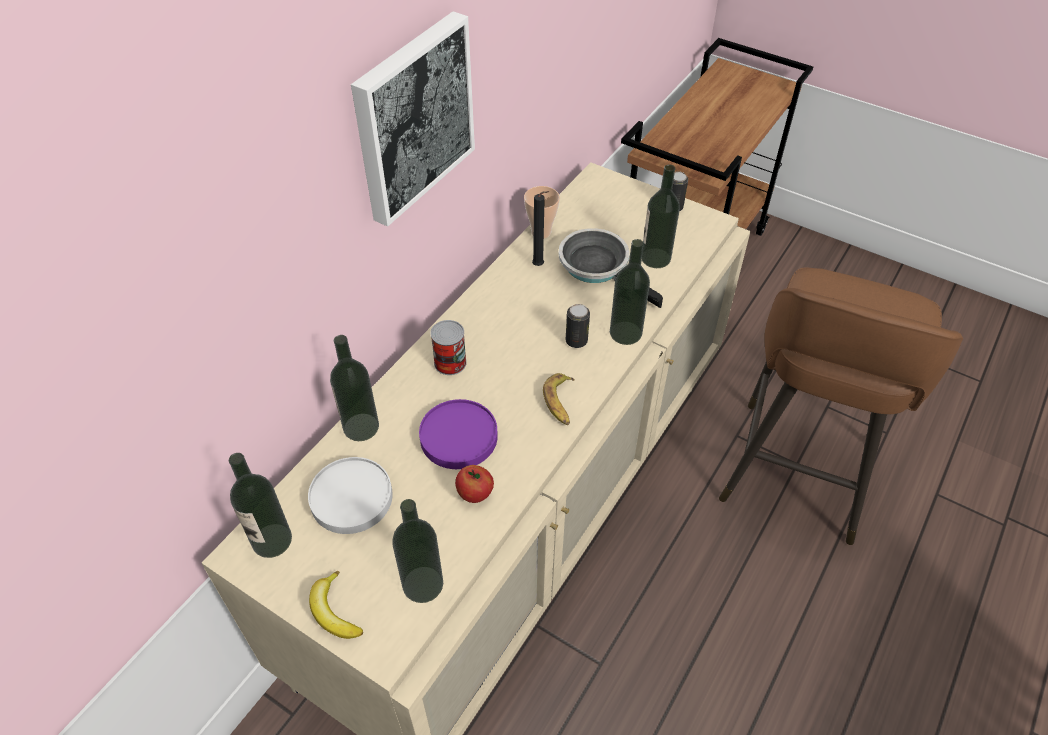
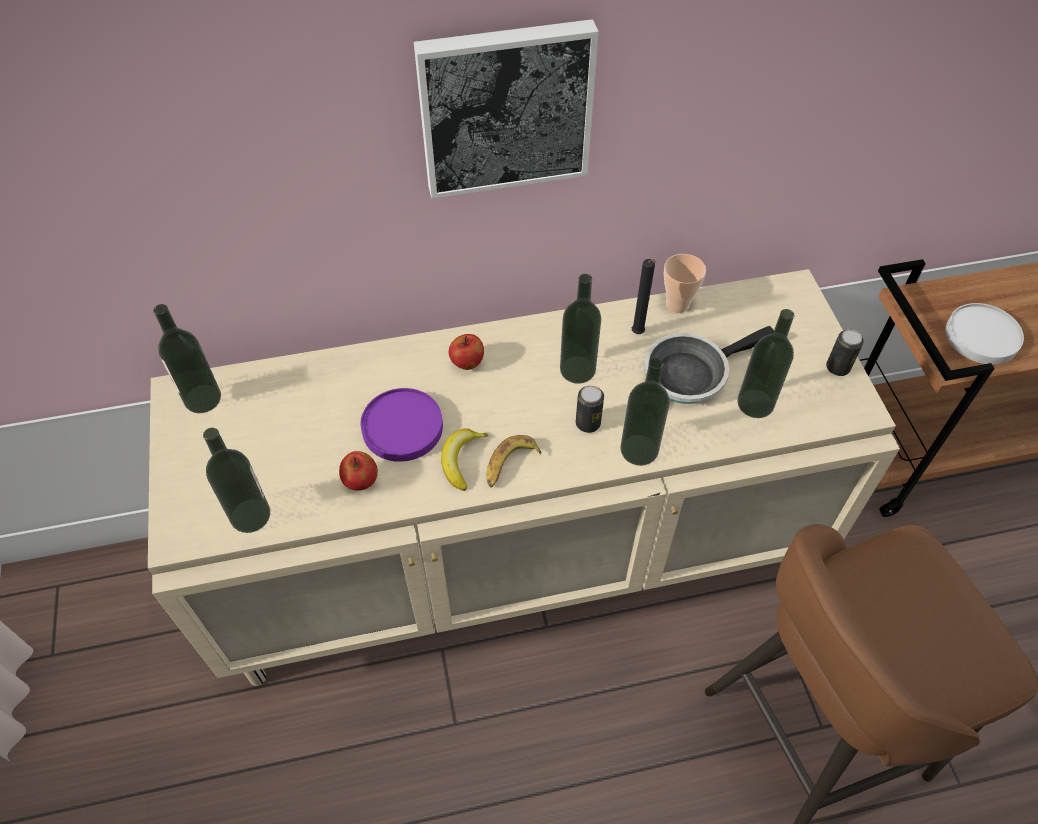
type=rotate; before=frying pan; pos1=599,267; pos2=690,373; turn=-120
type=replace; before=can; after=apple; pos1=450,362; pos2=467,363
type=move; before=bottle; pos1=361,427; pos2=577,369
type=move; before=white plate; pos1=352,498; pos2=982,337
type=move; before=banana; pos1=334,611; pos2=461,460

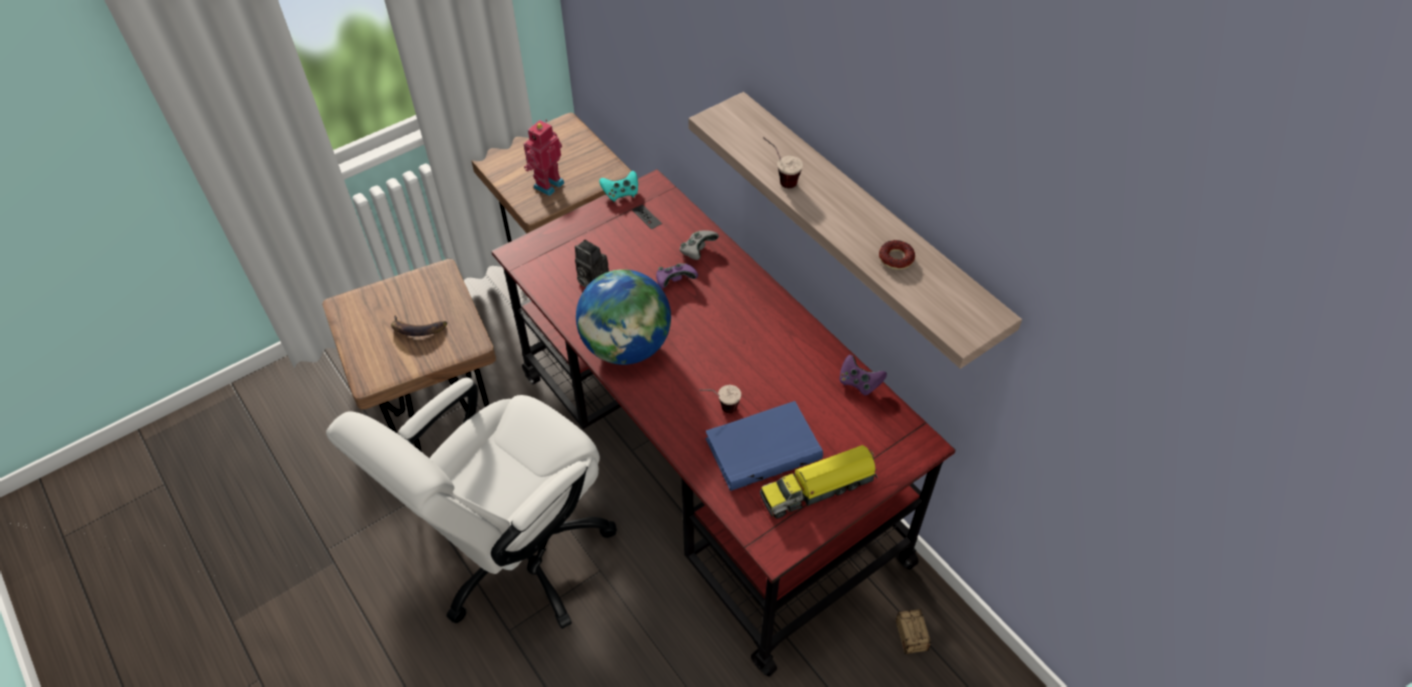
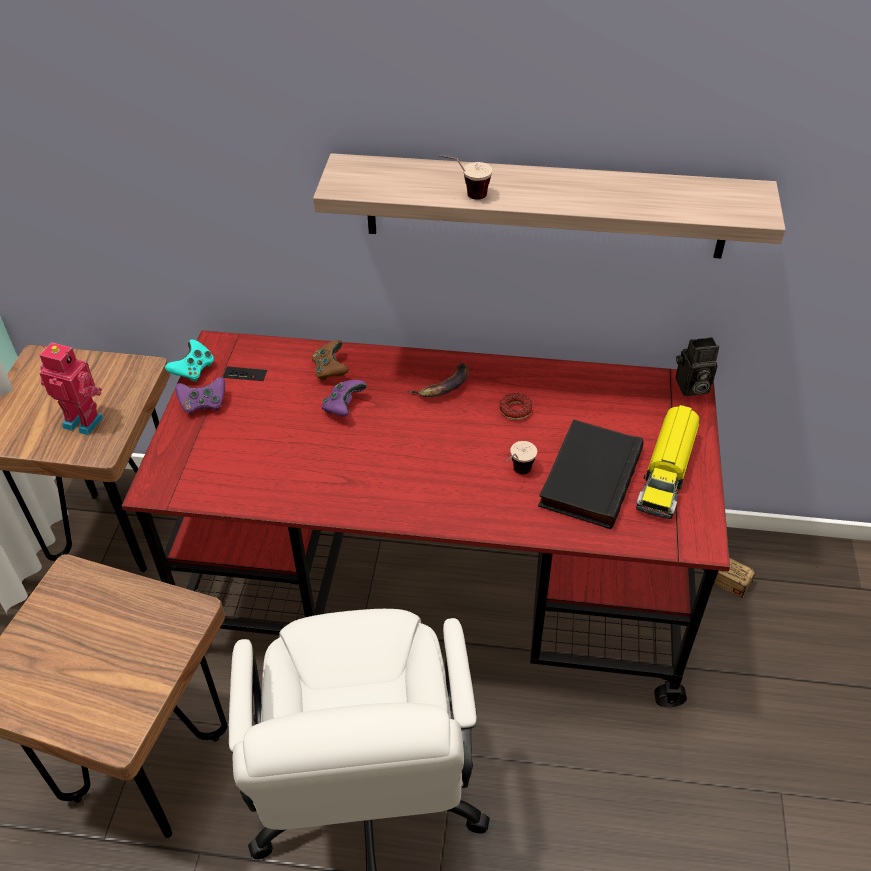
type=rotate; before=toy robot; pos1=547,184; pos2=84,420; turn=120
type=recolor; before=grey game controller; after=brown game controller; pos1=697,251; pos2=330,370
type=move; before=photo camera; pos1=591,281; pos2=691,387
type=move; before=donut; pos1=896,258; pos2=515,410
type=delete; before=globe; pos1=626,347
type=move; before=banana; pos1=417,329; pos2=444,386
type=move; before=purple game controller; pos1=859,383; pos2=203,404
type=recolor; before=blue book; after=black book; pos1=762,447; pos2=588,476

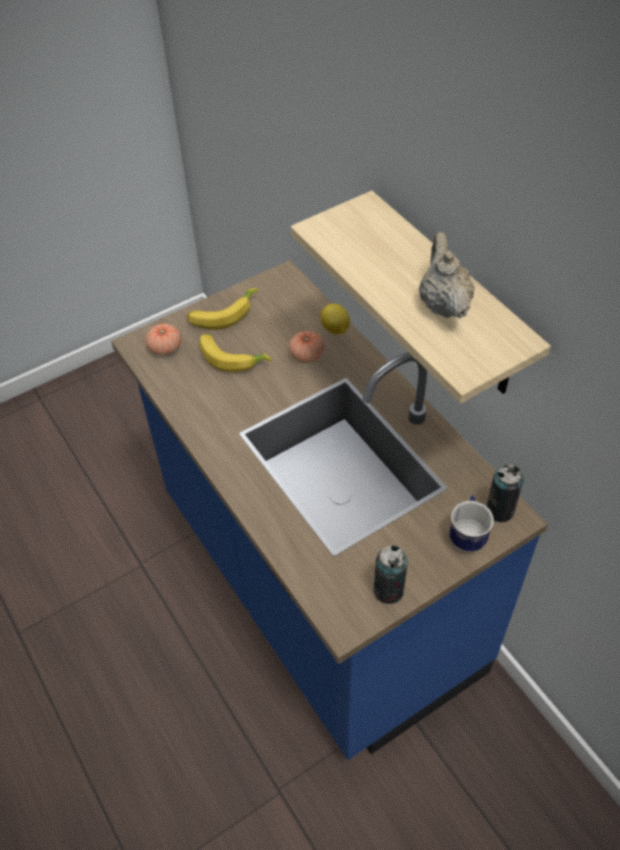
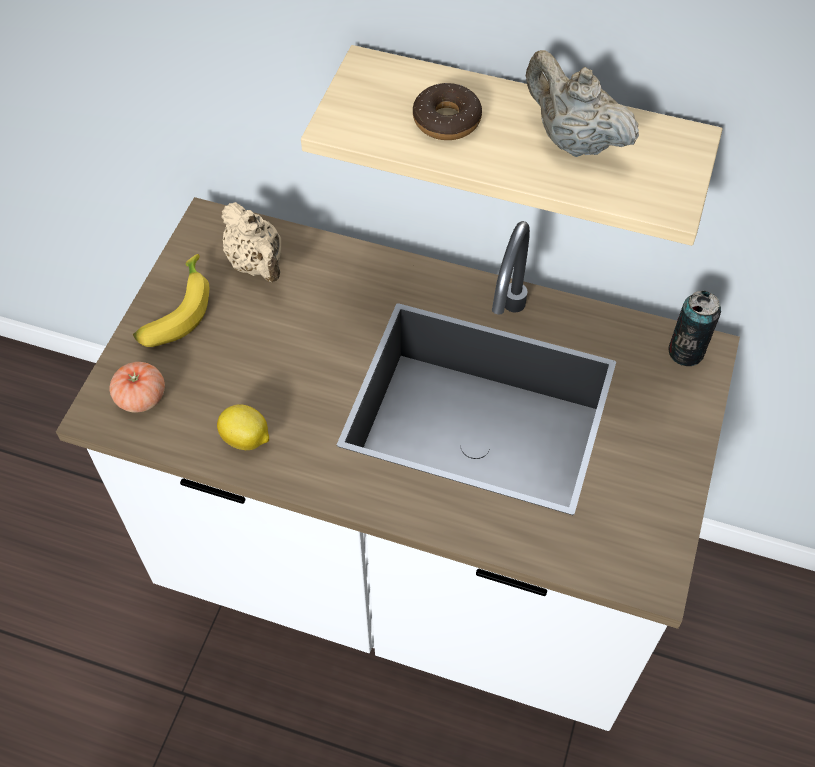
type=recolor; before=blue counter; after=white counter; pos1=315,586; pos2=407,574
type=move; before=lemon; pos1=335,329; pos2=246,439
type=delete; before=tomato; pos1=307,355
type=delete; before=banana; pos1=232,357
type=delete; before=mug; pos1=467,535
type=delete; before=can; pos1=388,590
type=insert; after=donut; pos2=446,120
type=insert; after=beige teapot; pos2=257,264

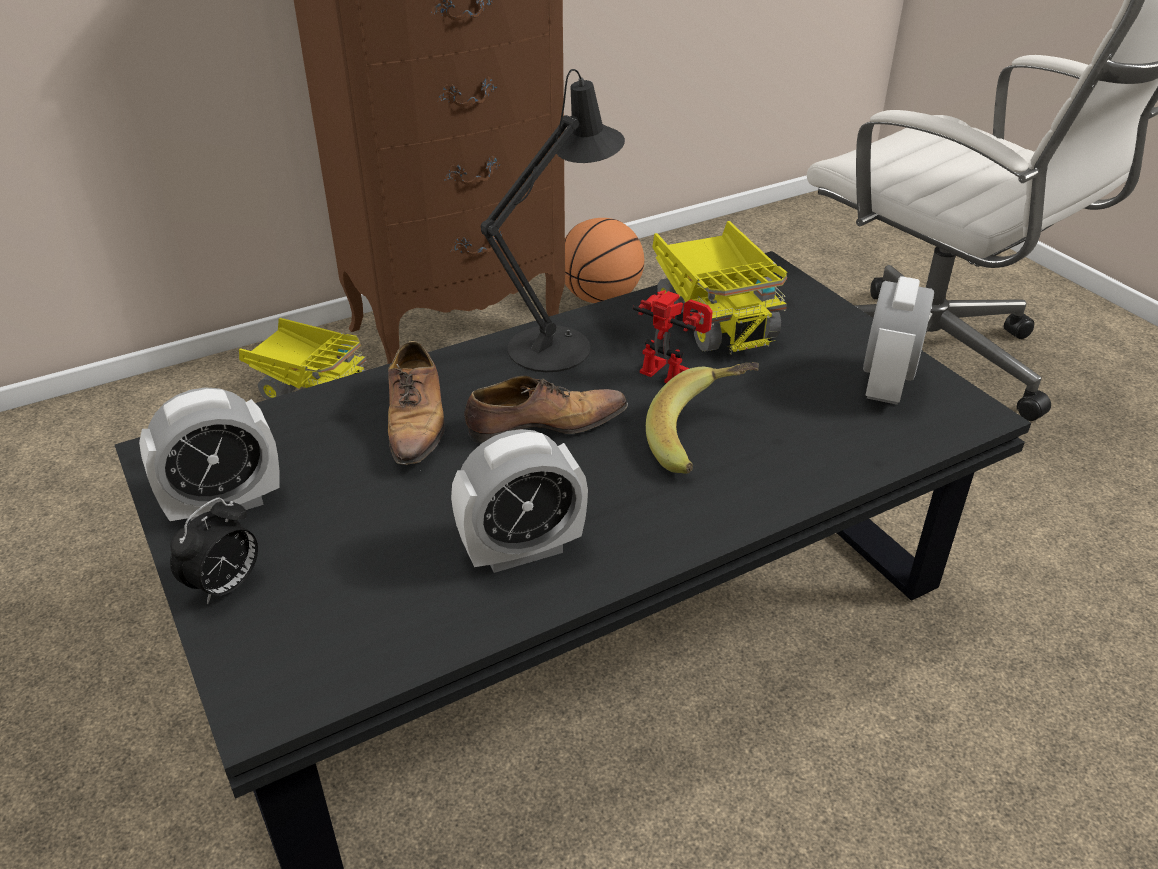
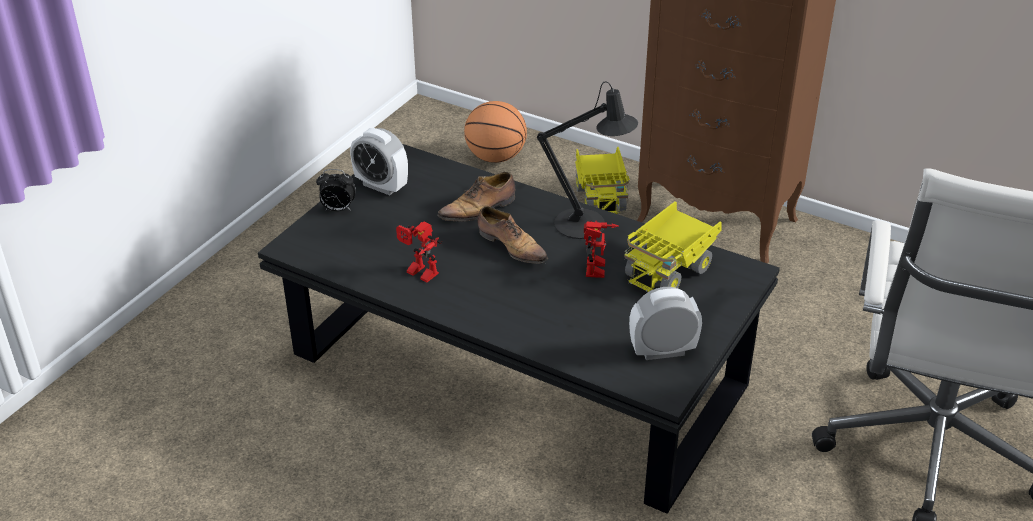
type=move; before=basketball; pos1=600,298; pos2=496,158
type=delete; before=banana; pos1=703,439
type=replace; before=alarm clock; after=toy robot; pos1=522,550; pos2=418,274

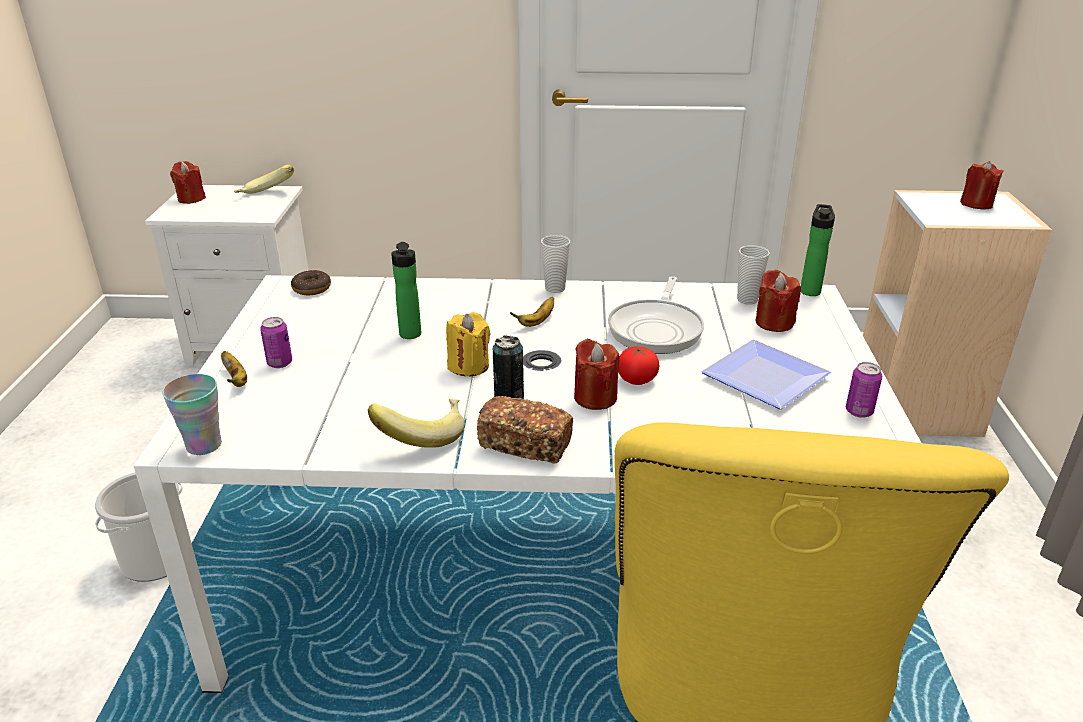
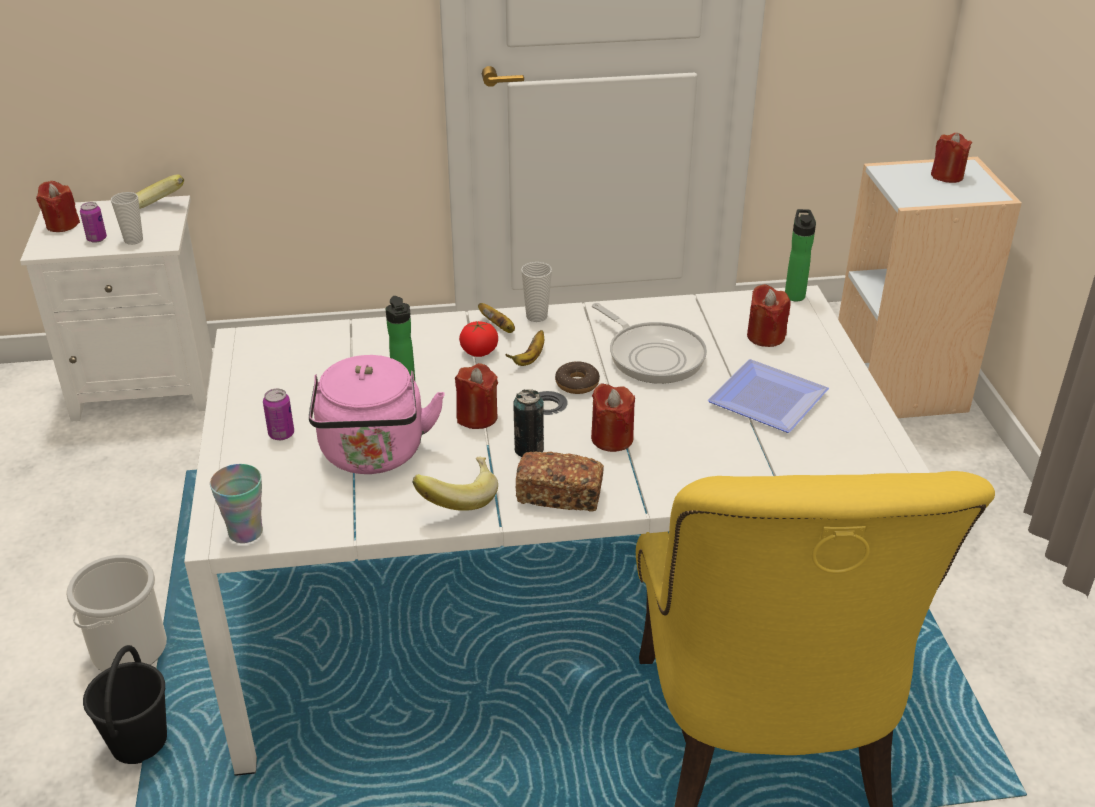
type=move; before=cup; pos1=747,300; pos2=133,240
type=move; before=donut; pos1=311,288; pos2=577,383
type=rotate; before=frying pan; pos1=657,329; pos2=652,355; turn=-45
type=recolor; before=yellow candle; after=red candle; pos1=468,366; pos2=477,417
type=move; before=tomato; pos1=637,380; pos2=479,352
type=move; before=banana; pos1=236,379; pos2=499,327
type=move; before=can; pos1=859,411; pos2=97,239
type=insert; after=pink kettle; pos2=373,455
type=insert; after=black bucket; pos2=139,740

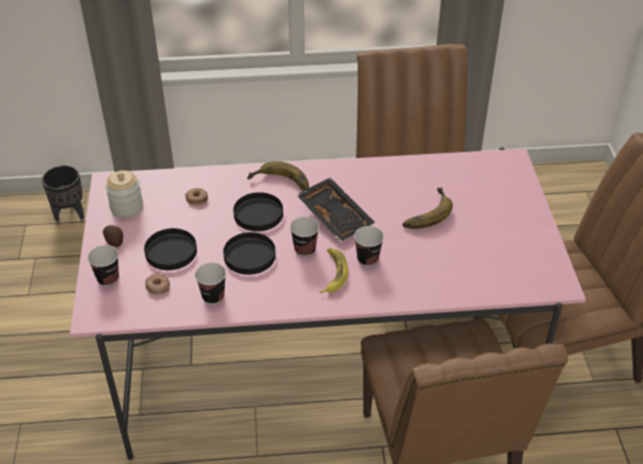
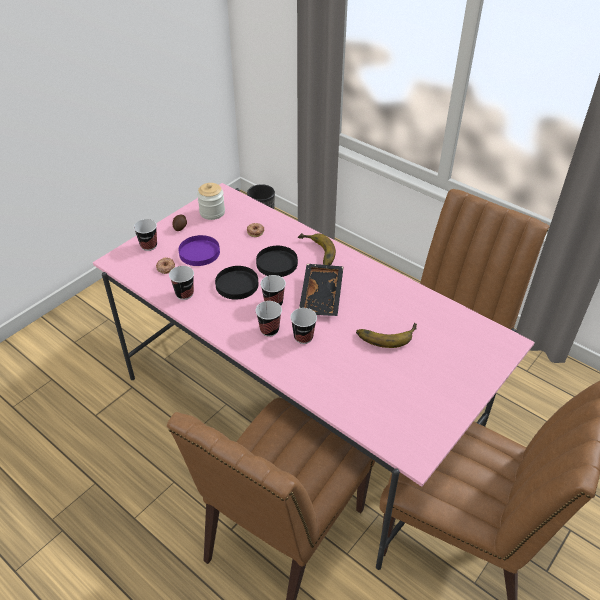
type=recolor; before=black plate; after=purple plate; pos1=171,251; pos2=199,253
type=replace; before=banana; after=cup; pos1=333,273; pos2=269,330

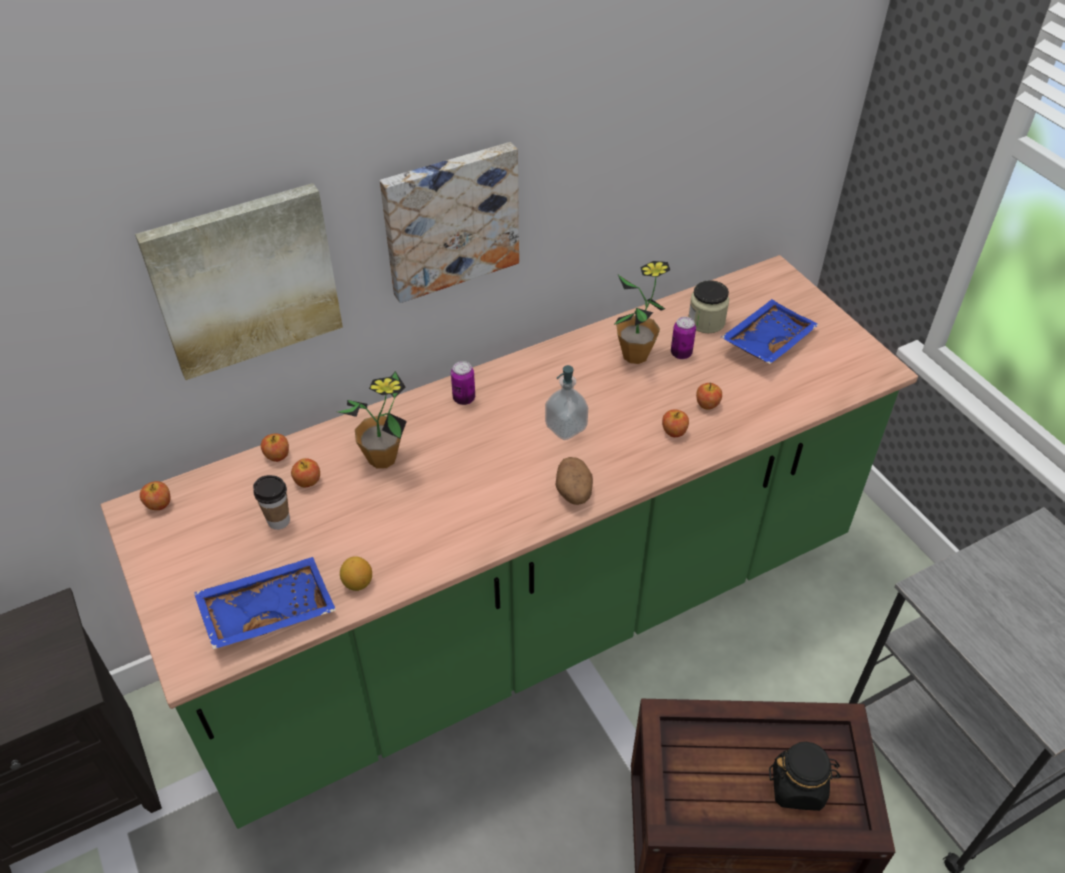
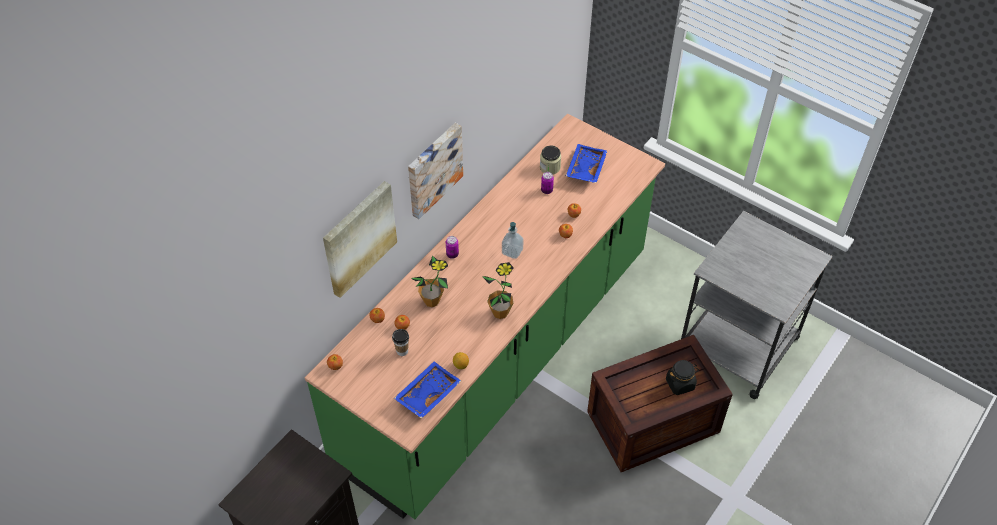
type=move; before=potted plant; pos1=635,355; pos2=500,312
type=delete; before=potato; pos1=574,493

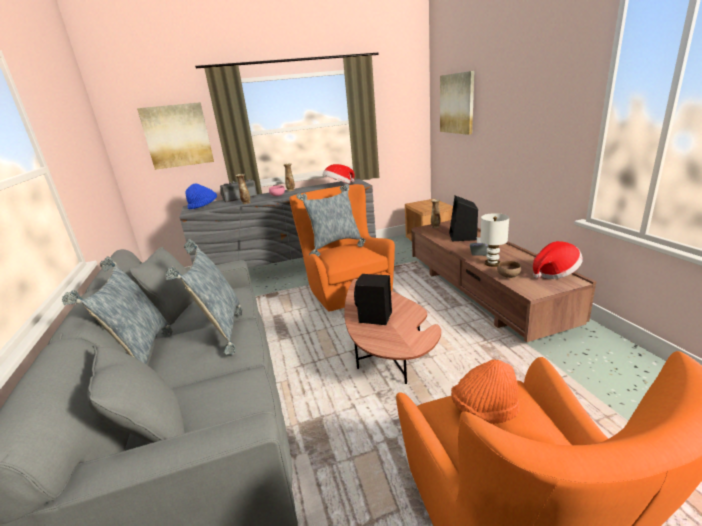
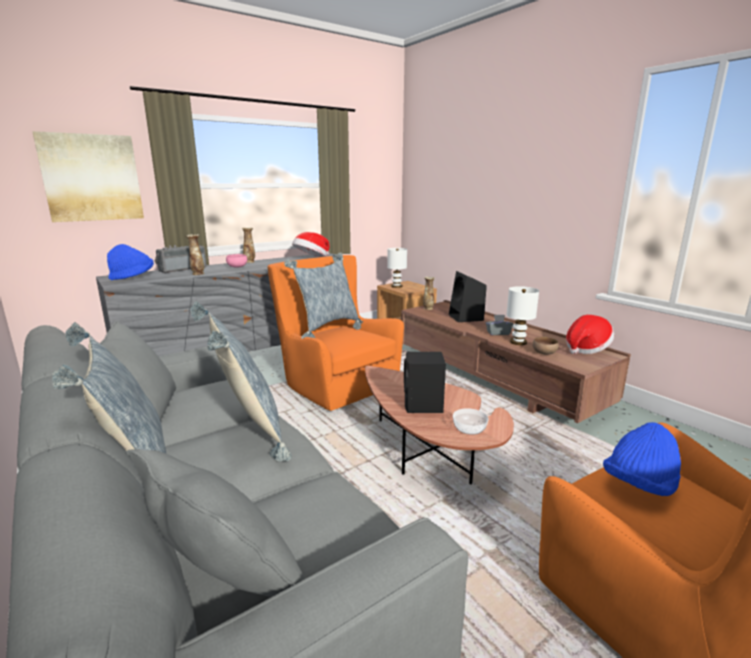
type=delete; before=picture; pos1=457,103
type=recolor; before=orange hat; after=blue hat; pos1=484,410; pos2=639,485
type=insert; after=white table lamp; pos2=396,286
type=insert; after=bowl; pos2=470,429

